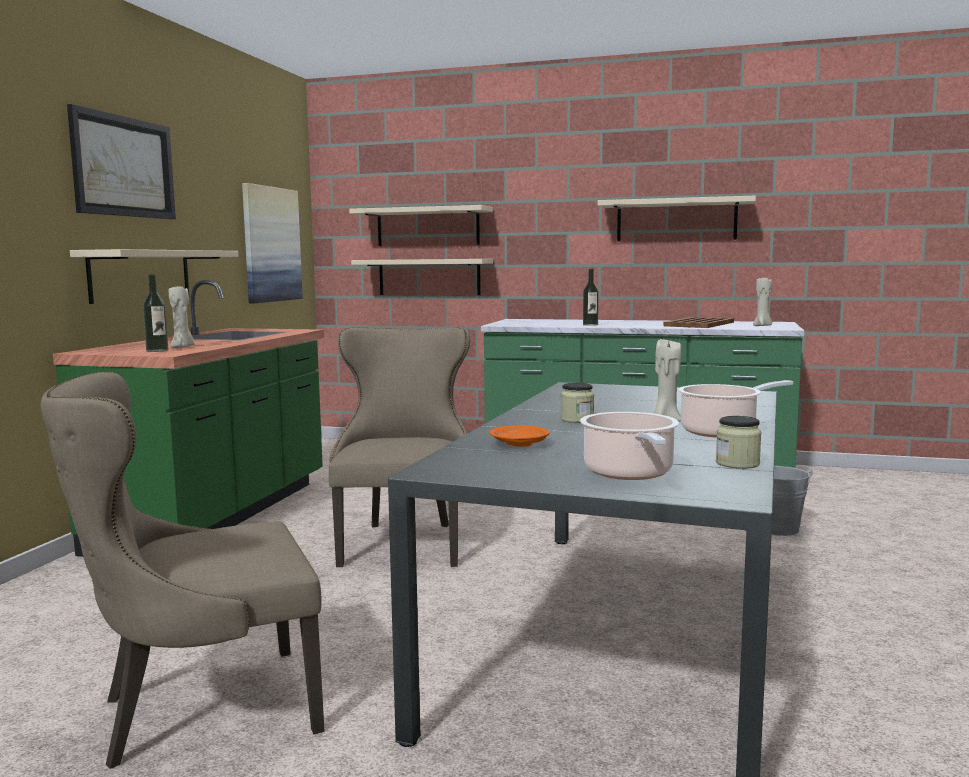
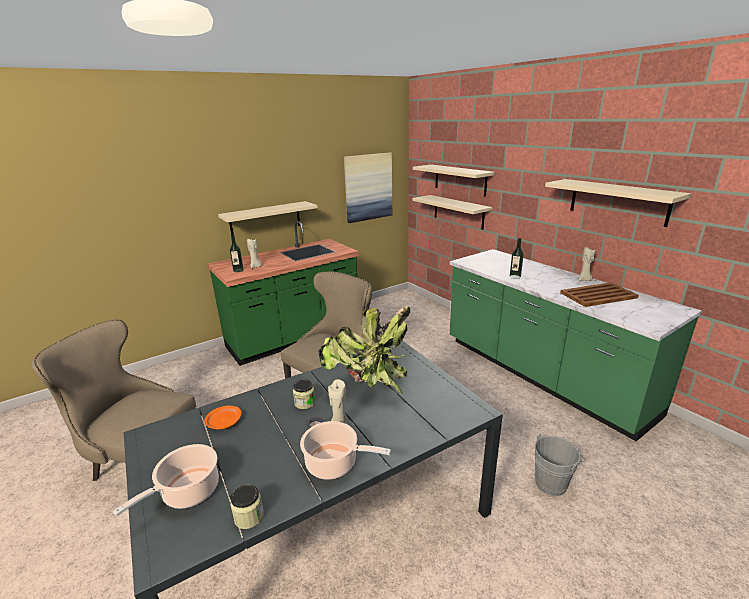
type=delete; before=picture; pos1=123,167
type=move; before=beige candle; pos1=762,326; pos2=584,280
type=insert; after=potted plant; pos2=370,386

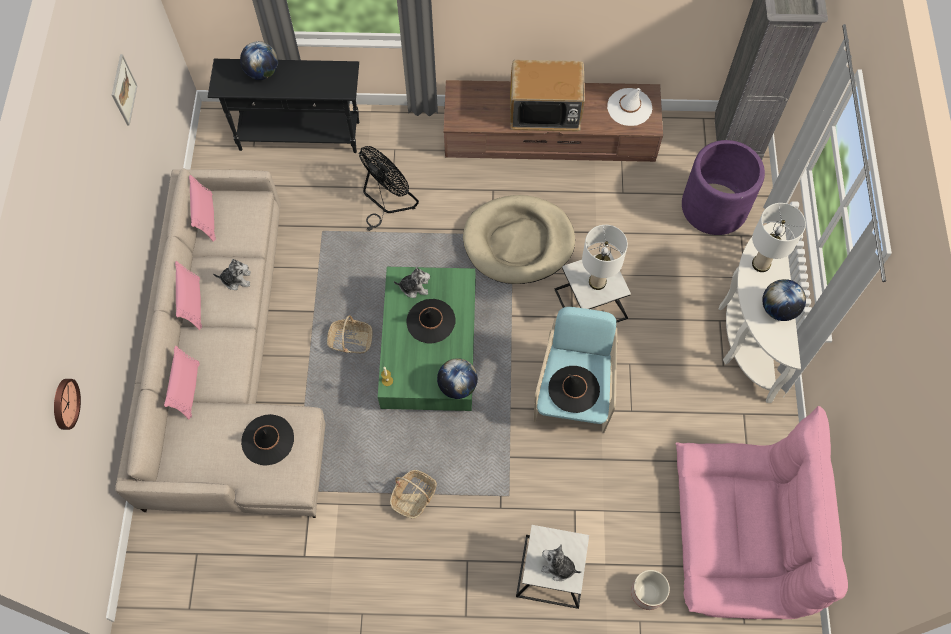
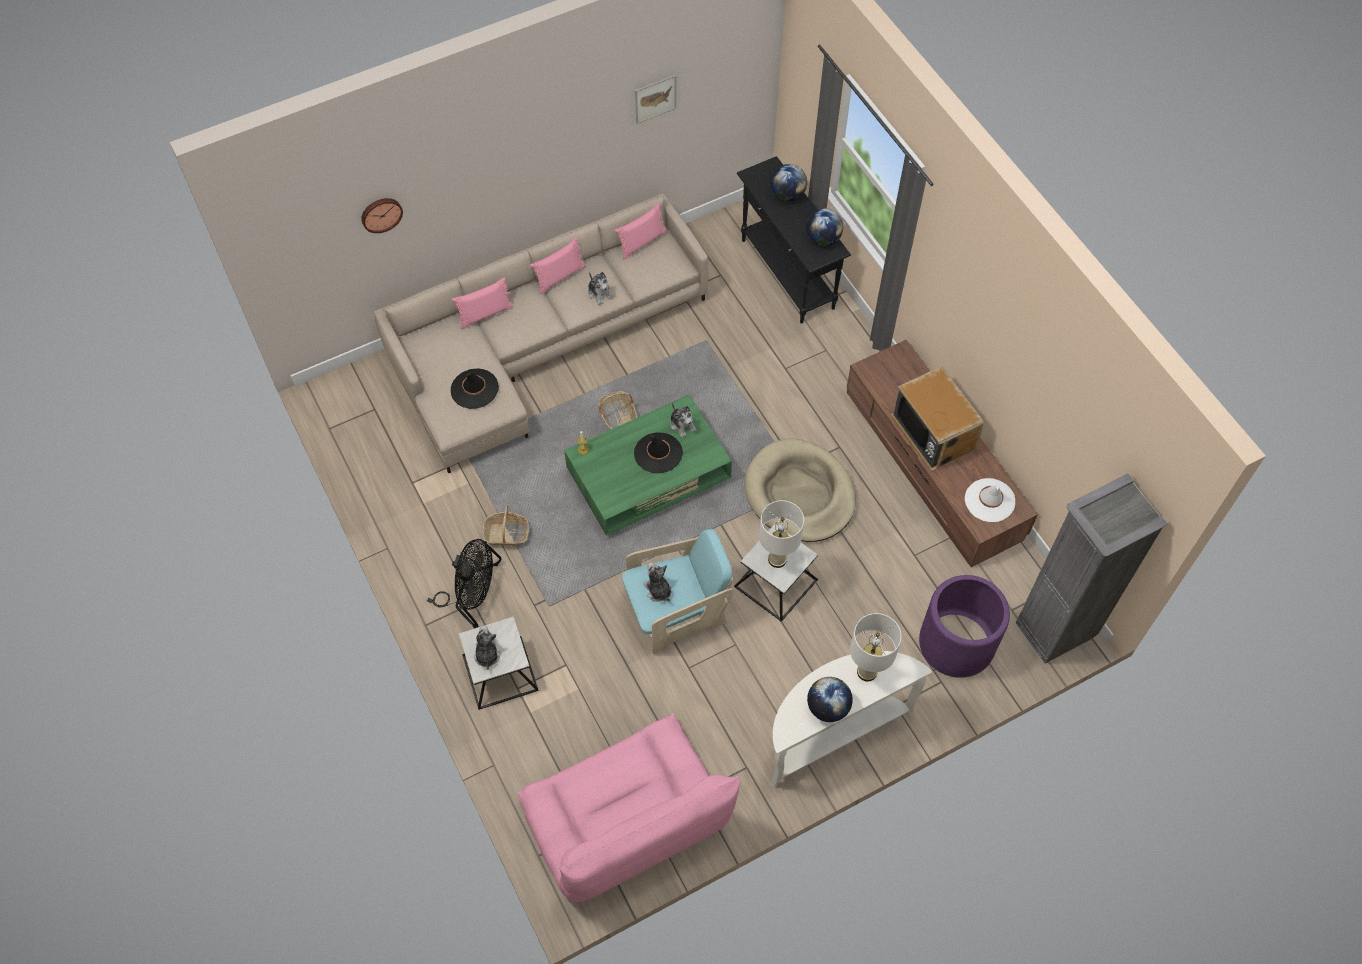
type=move; before=black fan; pos1=384,199; pos2=471,594
type=move; before=globe; pos1=457,386; pos2=822,239
type=replace; before=black hat; after=plush toy; pos1=573,389; pos2=658,590
type=delete; before=planter; pos1=647,593

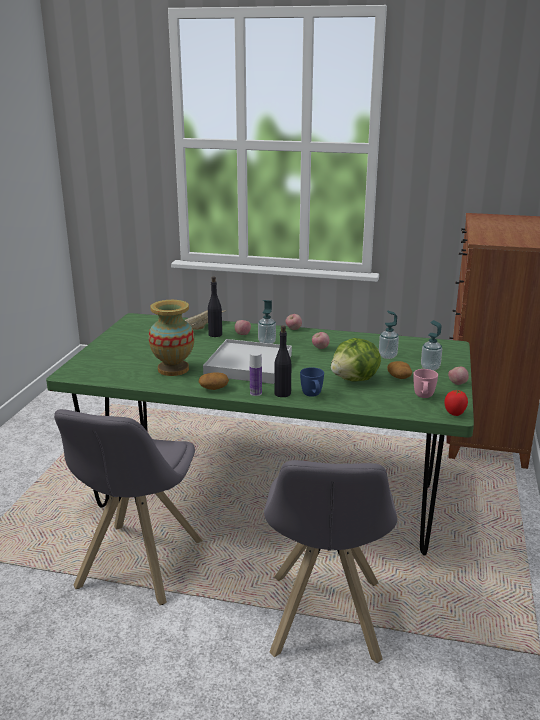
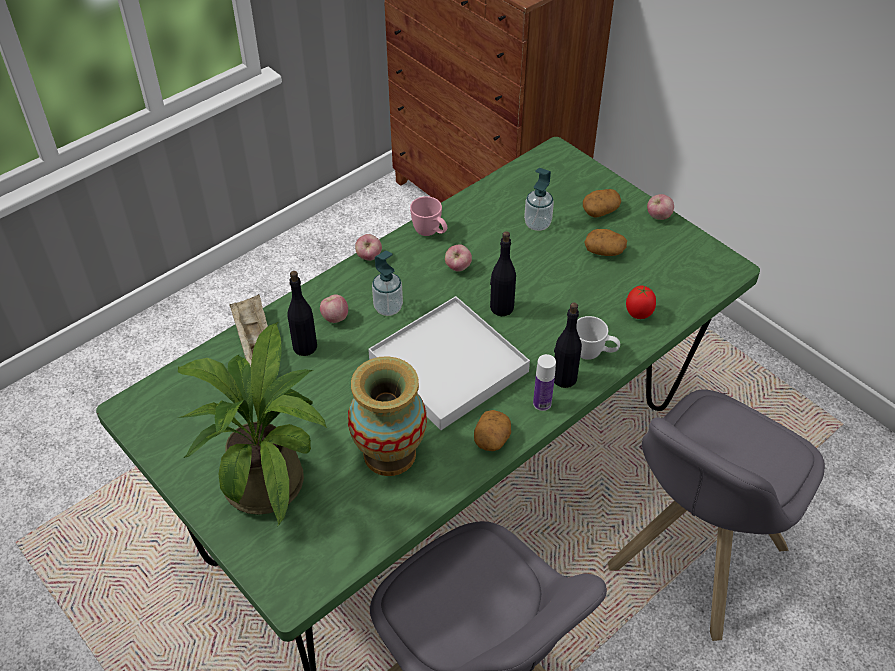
type=replace; before=soap dispenser; after=potato; pos1=430,367; pos2=600,210
type=delete; before=lettuce; pos1=355,380
type=recolor; before=blue mug; after=white mug; pos1=312,396; pos2=593,354
type=move; before=pink mug; pos1=423,397; pos2=430,233
type=move; before=tomato; pos1=454,414; pos2=638,314
type=rotate; before=grey chair; pos1=325,617; pos2=695,557; turn=90
type=insert; after=black bottle; pos2=501,308
type=insert; after=potted plant; pos2=270,475

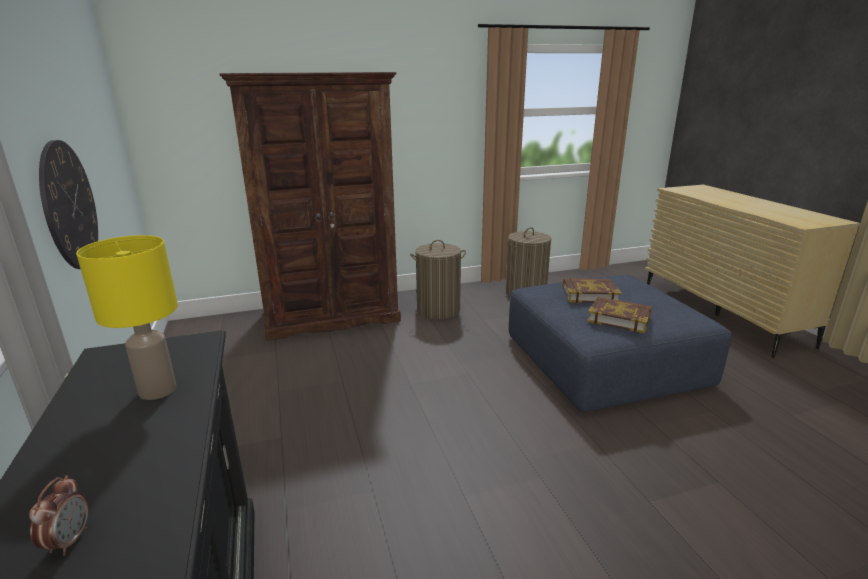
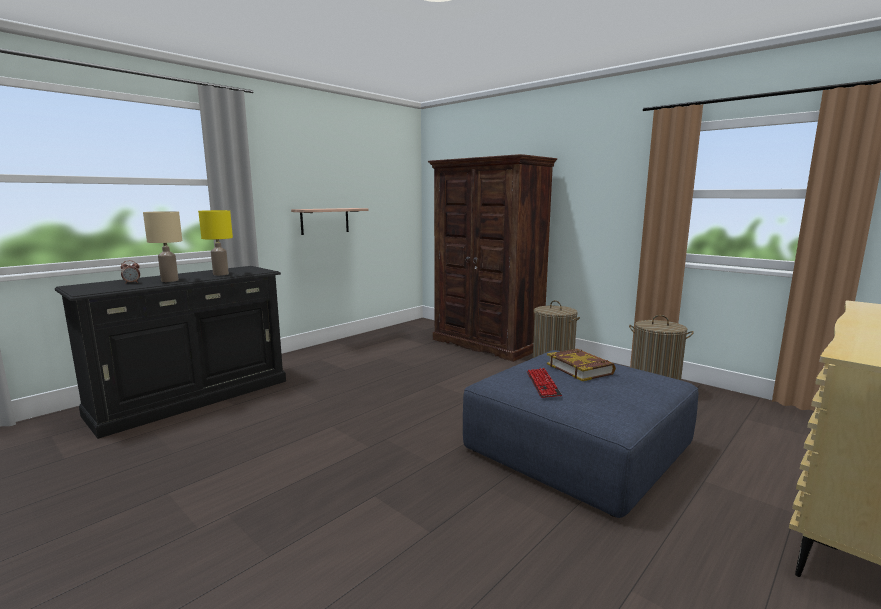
type=replace; before=wall clock; after=shelf; pos1=69,206; pos2=325,221
type=replace; before=book; after=keyboard; pos1=619,318; pos2=543,384
type=insert; after=beige table lamp; pos2=169,280

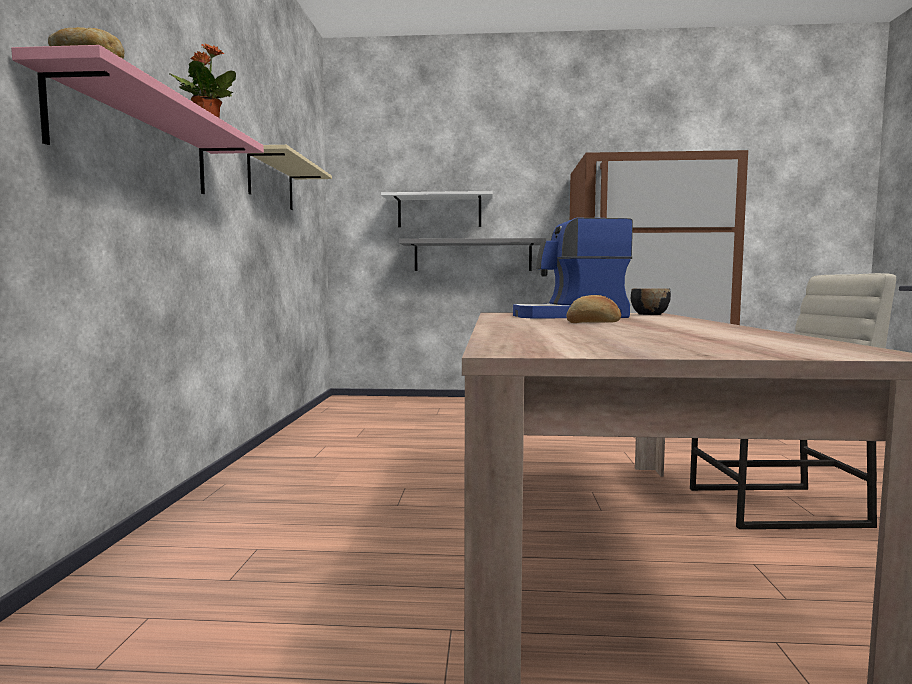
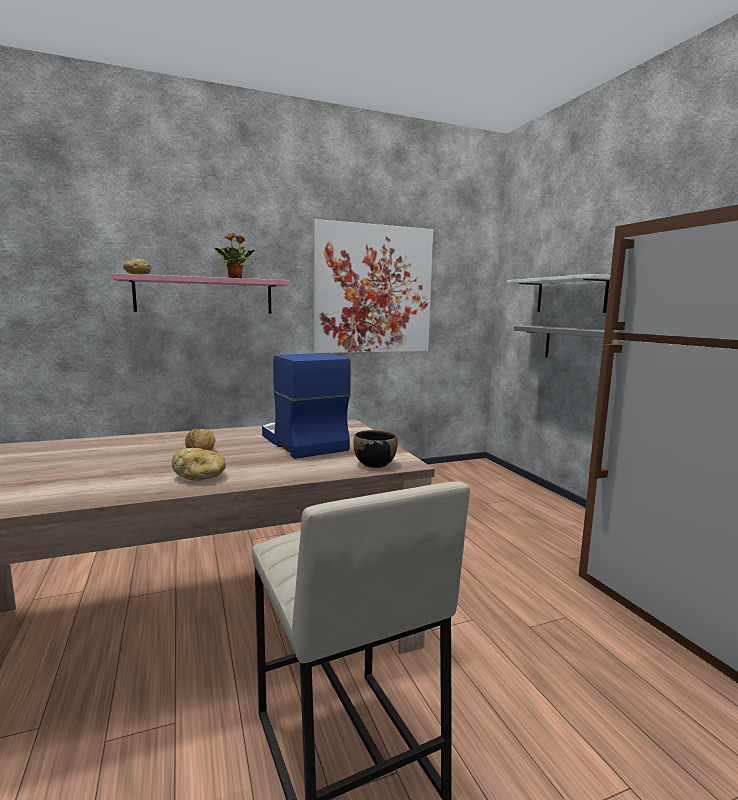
type=replace; before=beige shelf; after=picture; pos1=271,182; pos2=373,289
type=insert; after=bread; pos2=200,477

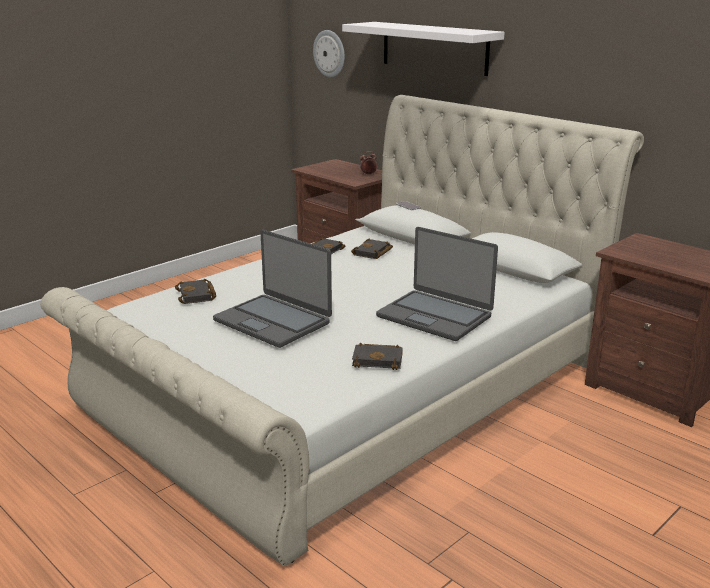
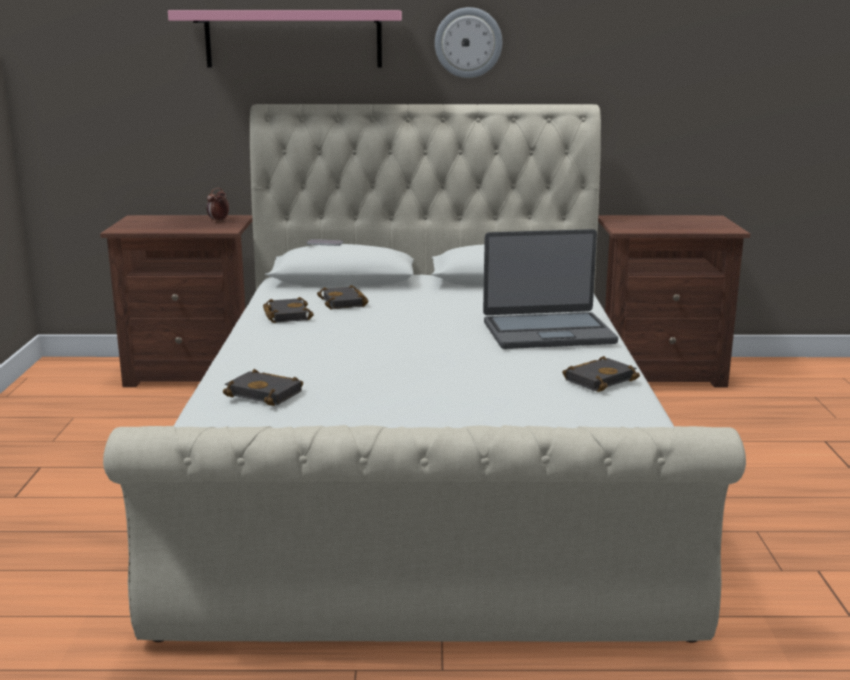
type=recolor; before=white shelf; after=pink shelf; pos1=434,48; pos2=293,39
type=move; before=wall clock; pos1=329,53; pos2=468,42
type=delete; before=laptop; pos1=273,321

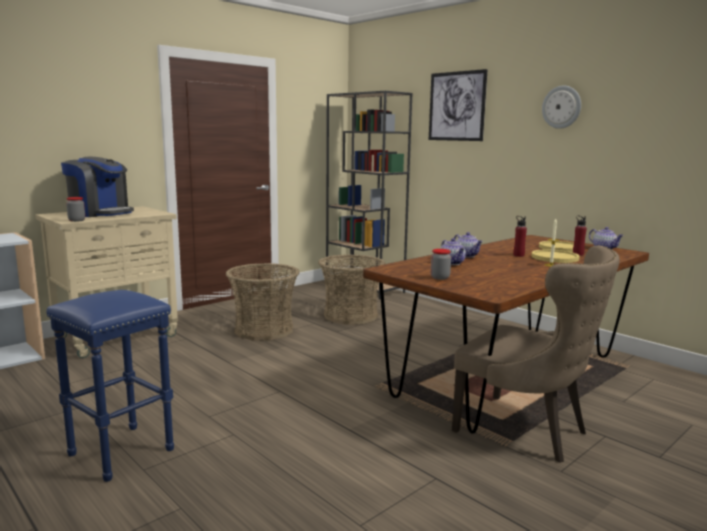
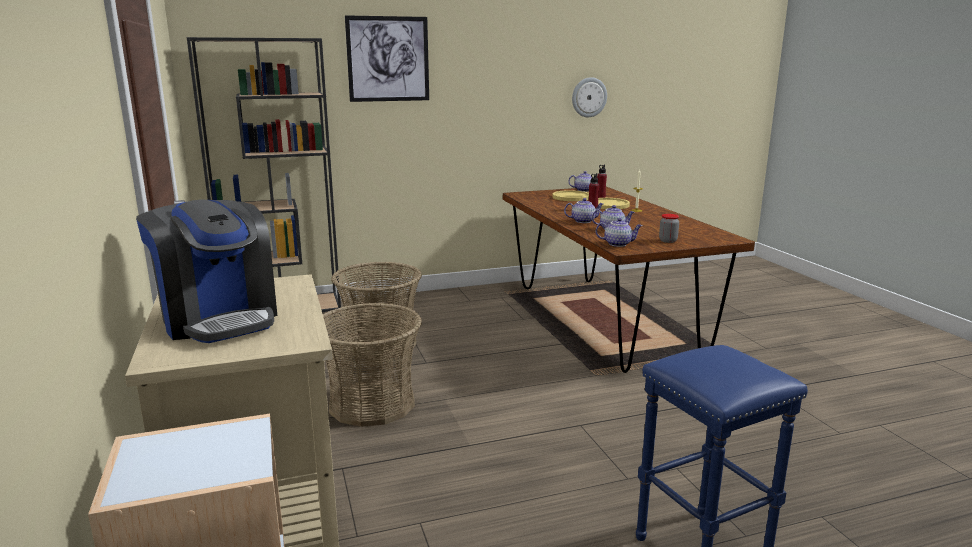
type=move; before=wall clock; pos1=561,107; pos2=589,97
type=rotate; before=coffee machine; pos1=100,213; pos2=219,319; turn=90
type=delete; before=jar; pos1=76,220
type=delete; before=beige chair; pos1=526,430
type=insert; after=teapot; pos2=618,244

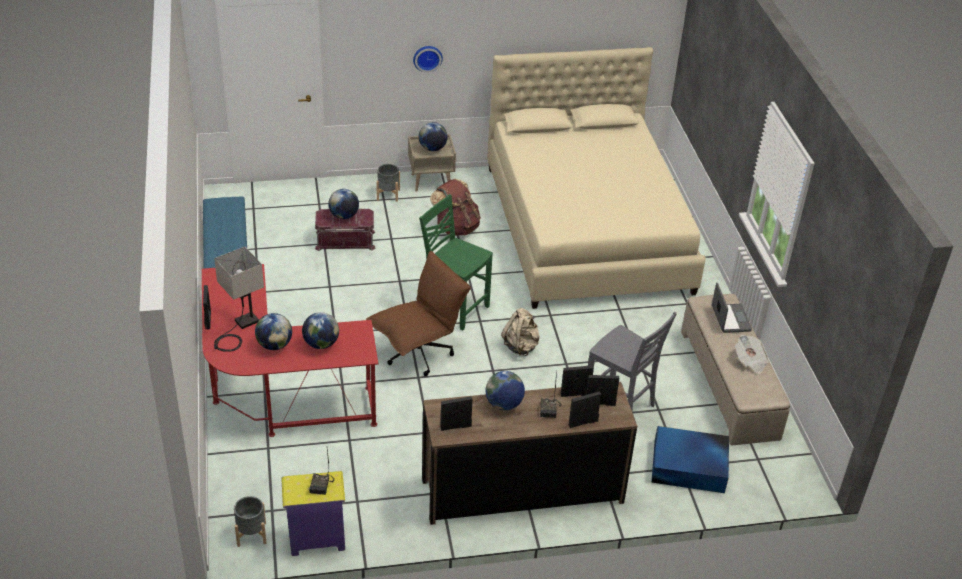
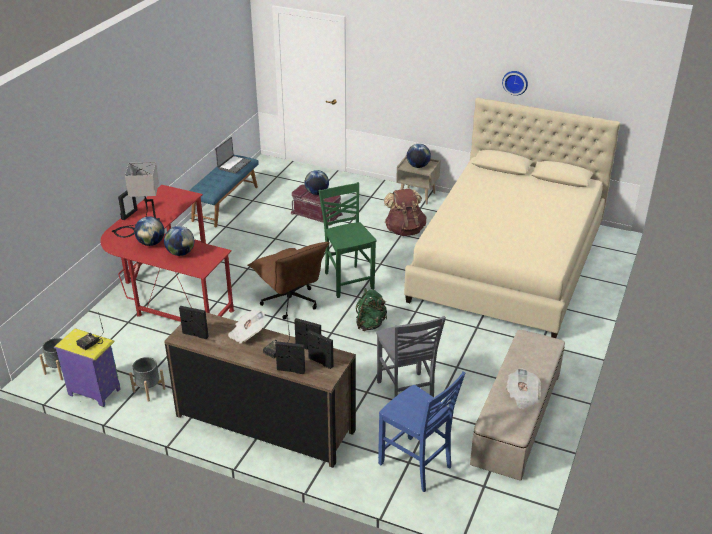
type=move; before=wall clock; pos1=427,57; pos2=515,82
type=move; before=grey planter; pos1=388,194; pos2=149,390
type=rotate; before=brown office chair; pos1=417,353; pos2=289,301; turn=60
type=move; before=laptop; pos1=730,319; pos2=233,165
type=recolor; before=beige backpack; after=green backpack; pos1=521,346; pos2=370,324
type=replace; before=globe; after=newspaper; pos1=504,404; pos2=247,334
type=replace; before=blue storage box; after=blue chair; pos1=690,467; pos2=416,465

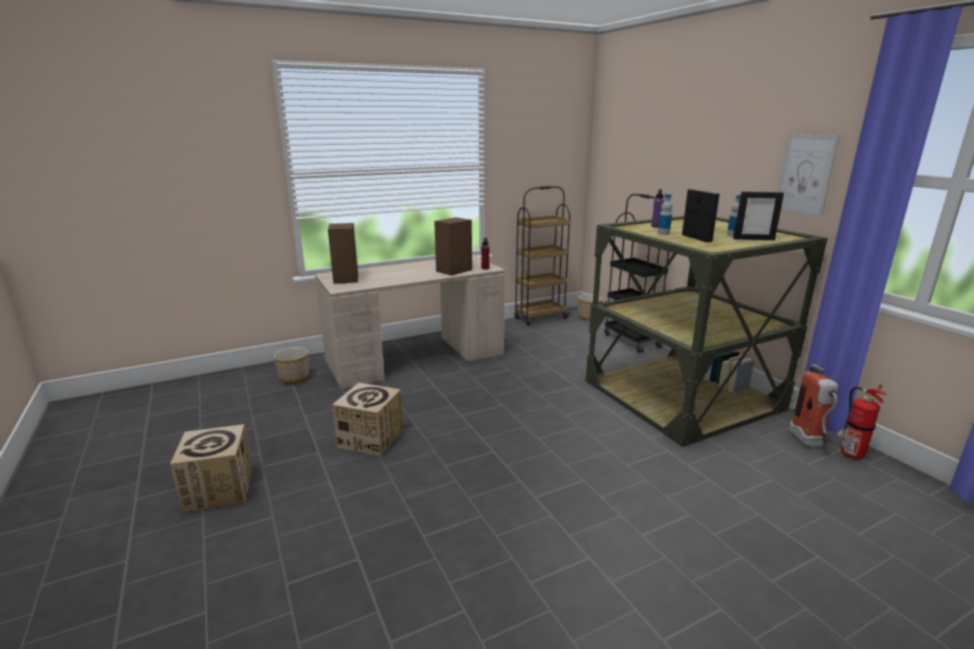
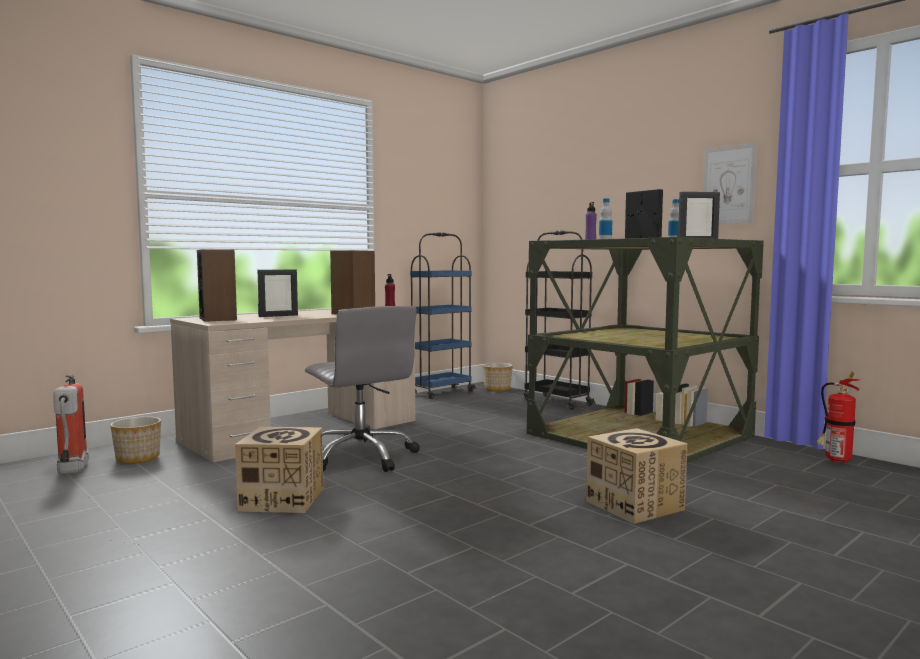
type=recolor; before=brown cart; after=blue cart; pos1=540,318; pos2=441,393
type=move; before=fire extinguisher; pos1=809,443; pos2=71,471
type=move; before=cardboard box; pos1=219,490; pos2=634,505
type=insert; after=picture frame; pos2=278,316
type=insert; after=grey office chair; pos2=361,457

